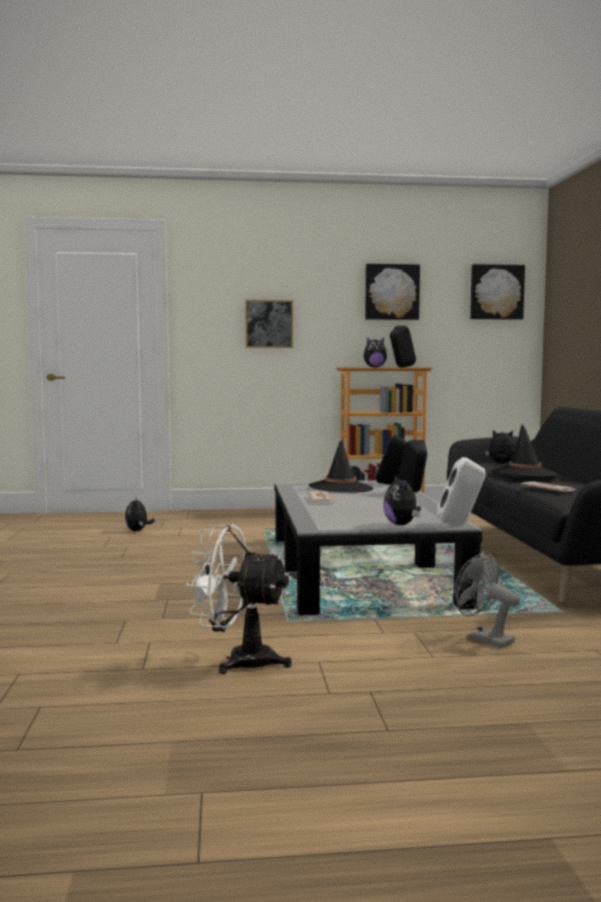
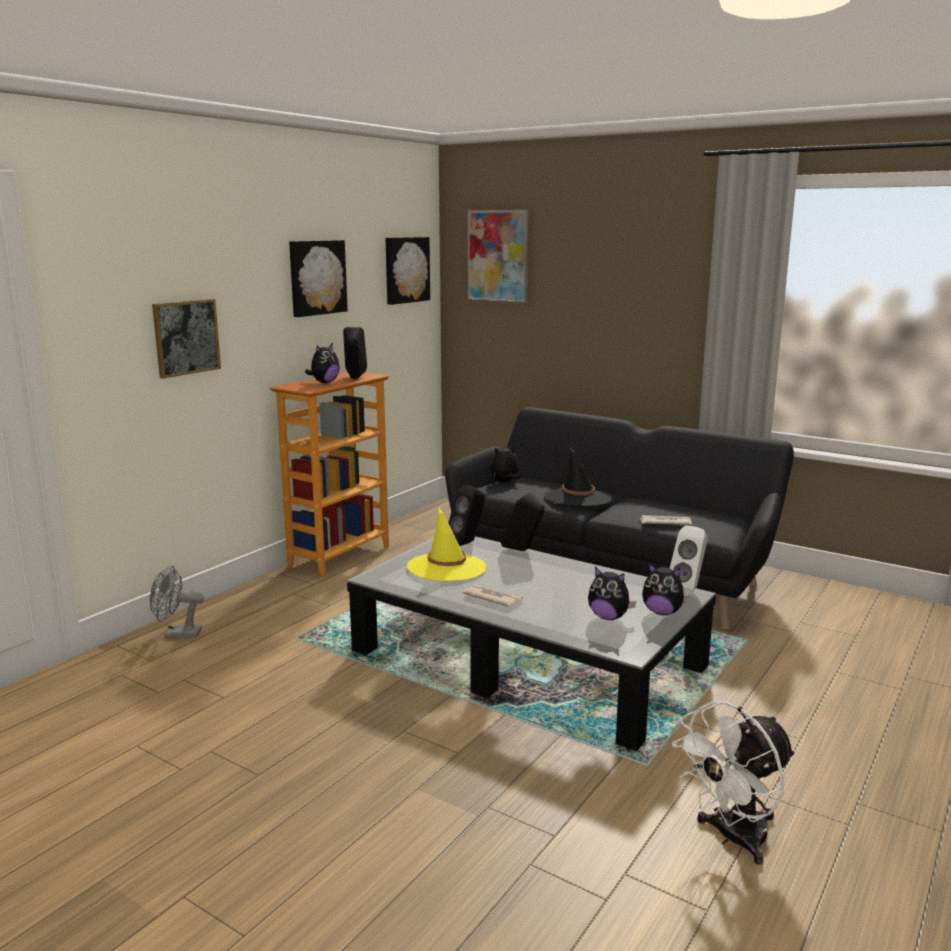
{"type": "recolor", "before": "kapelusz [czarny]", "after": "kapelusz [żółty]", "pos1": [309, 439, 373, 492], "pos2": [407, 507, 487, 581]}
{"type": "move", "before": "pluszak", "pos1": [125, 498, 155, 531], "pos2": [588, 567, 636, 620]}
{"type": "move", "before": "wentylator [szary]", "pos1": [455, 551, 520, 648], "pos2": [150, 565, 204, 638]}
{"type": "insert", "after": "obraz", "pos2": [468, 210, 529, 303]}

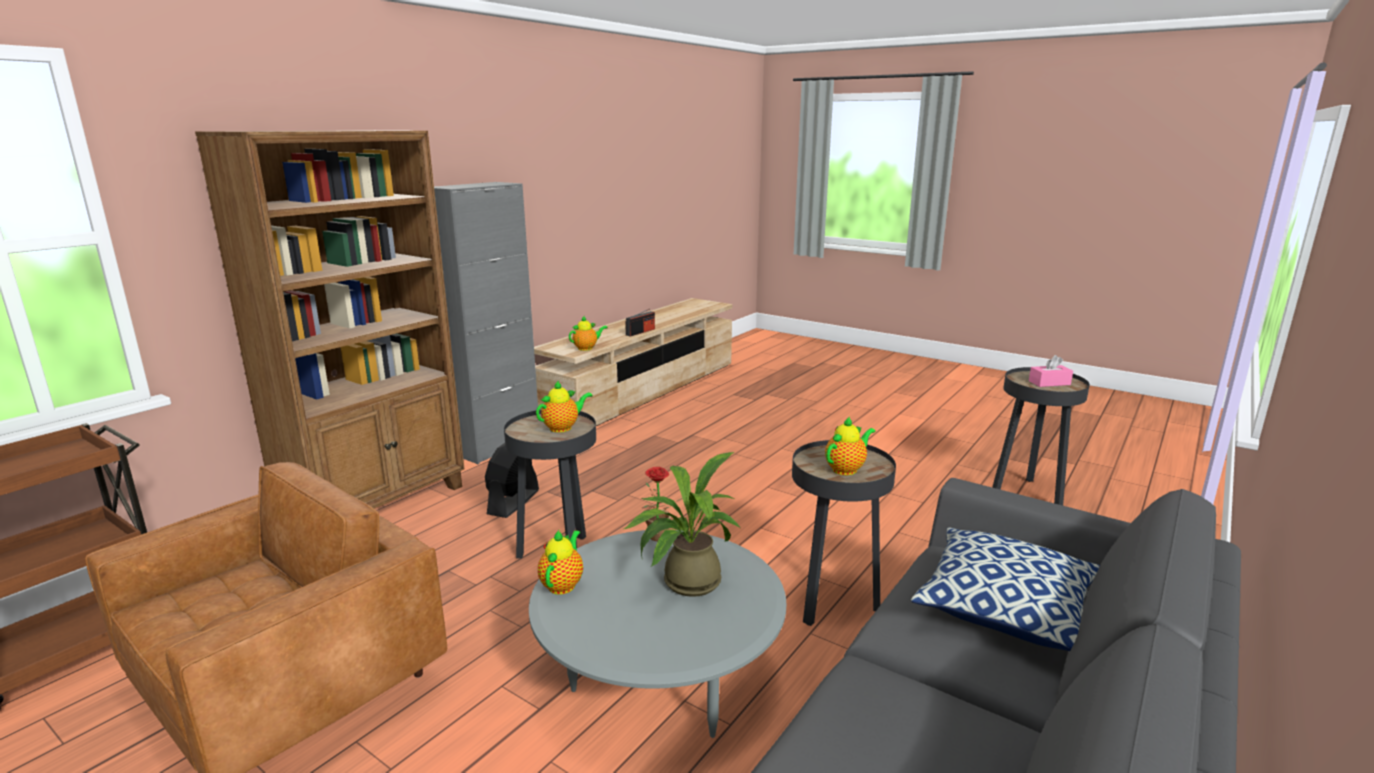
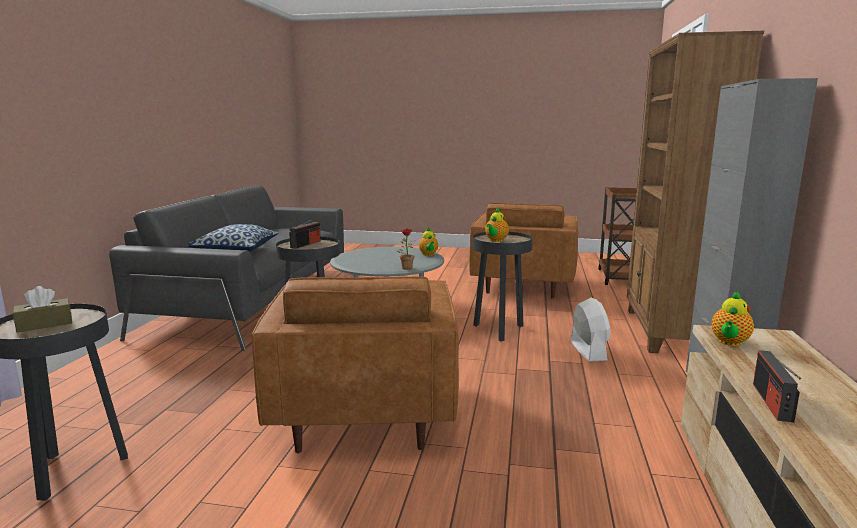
{"type": "recolor", "before": "pudełko chusteczek [różowy]", "after": "pudełko chusteczek [brązowy]", "pos1": [1029, 355, 1073, 387], "pos2": [13, 286, 72, 333]}
{"type": "replace", "before": "imbryk", "after": "radio", "pos1": [825, 417, 876, 475], "pos2": [289, 219, 321, 249]}
{"type": "recolor", "before": "wentylator [czarny]", "after": "wentylator [biały]", "pos1": [485, 443, 539, 518], "pos2": [571, 298, 610, 362]}
{"type": "delete", "before": "roślina doniczkowa", "pos1": [624, 452, 740, 597]}
{"type": "insert", "after": "fotel [brązowy]", "pos2": [252, 276, 459, 453]}

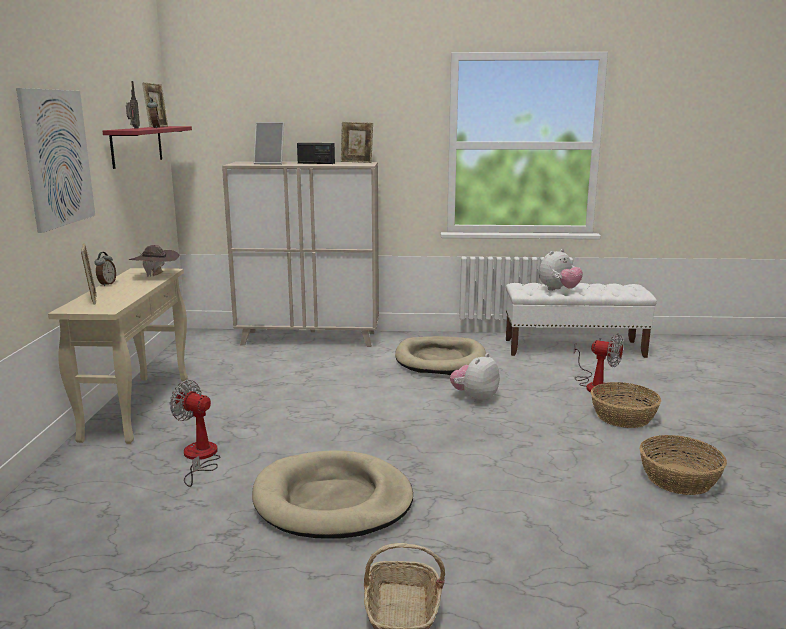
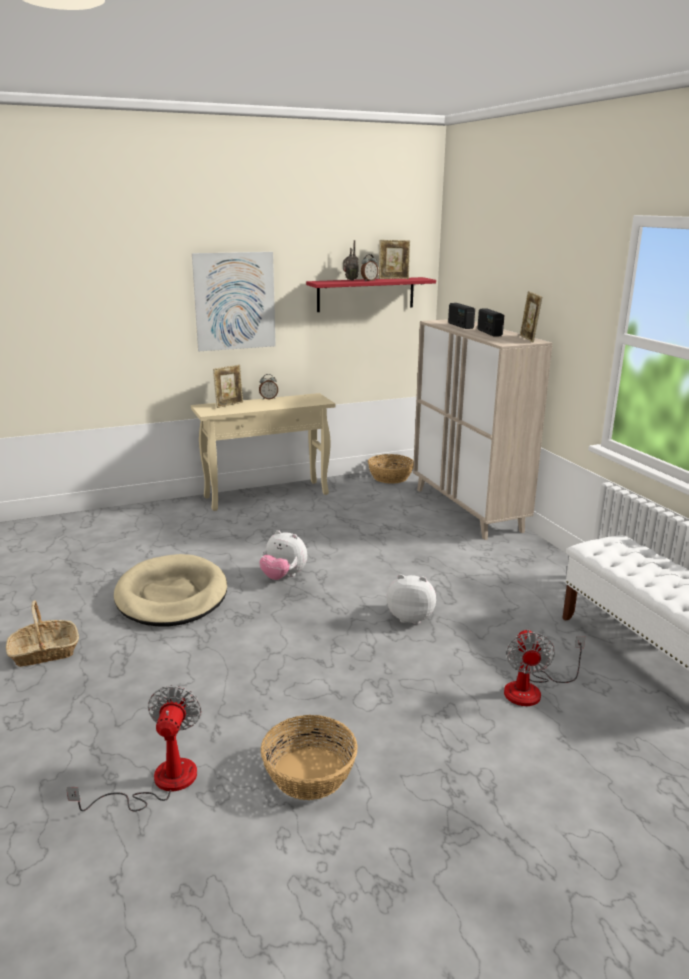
{"type": "replace", "before": "ramka na zdjęcie", "after": "radio", "pos1": [254, 122, 284, 165], "pos2": [448, 303, 475, 329]}
{"type": "delete", "before": "kapelusz [brązowy]", "pos1": [128, 245, 179, 277]}
{"type": "move", "before": "pluszak", "pos1": [539, 249, 583, 291], "pos2": [259, 530, 307, 580]}
{"type": "delete", "before": "legowisko [beżowy]", "pos1": [395, 336, 486, 375]}
{"type": "move", "before": "wentylator", "pos1": [169, 380, 220, 487], "pos2": [66, 685, 202, 811]}
{"type": "move", "before": "koszyk", "pos1": [591, 382, 661, 428], "pos2": [368, 454, 414, 483]}

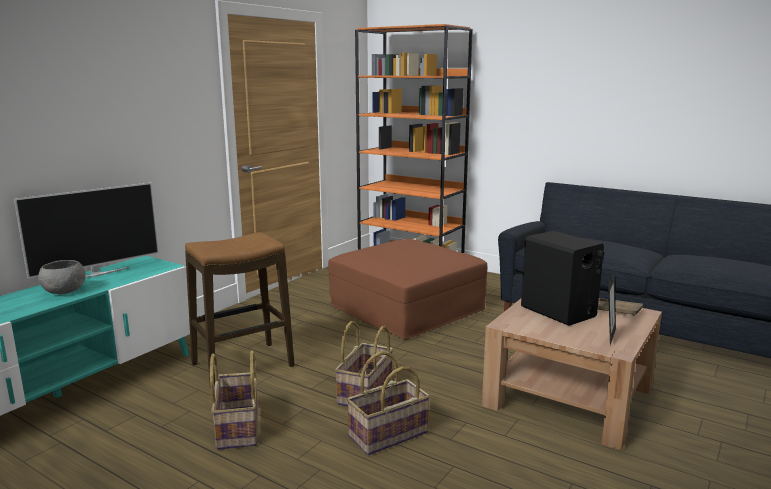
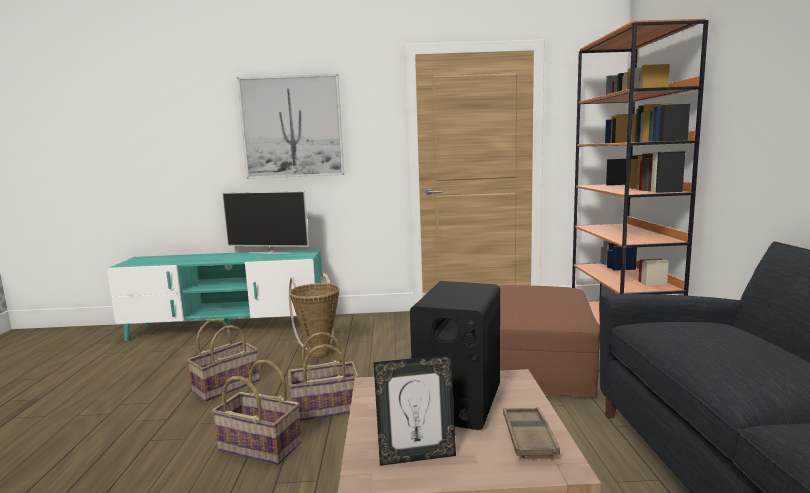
{"type": "replace", "before": "stołek", "after": "koszyk", "pos1": [185, 232, 295, 388], "pos2": [289, 273, 340, 358]}
{"type": "delete", "before": "miska [szary]", "pos1": [38, 260, 86, 294]}
{"type": "insert", "after": "obraz", "pos2": [237, 74, 344, 179]}

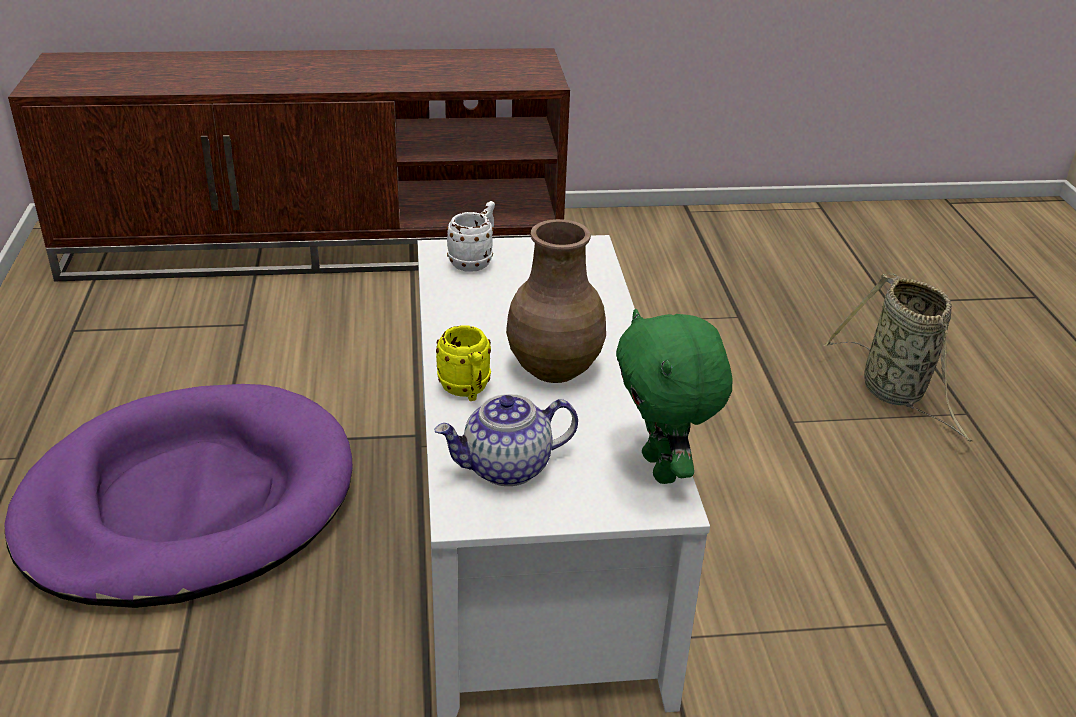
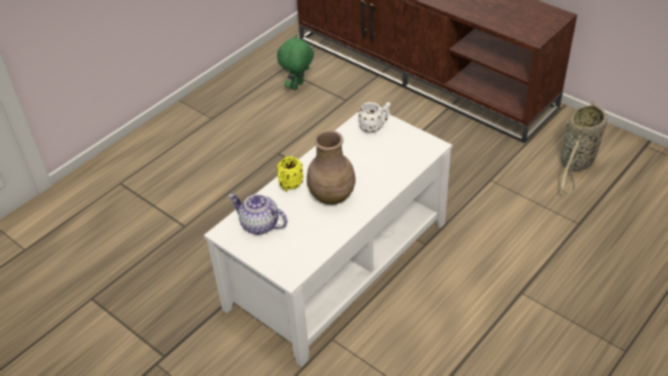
{"type": "move", "before": "koszyk", "pos1": [823, 273, 972, 442], "pos2": [560, 100, 607, 195]}
{"type": "move", "before": "pluszak [zielony]", "pos1": [616, 309, 733, 484], "pos2": [277, 34, 314, 90]}
{"type": "delete", "before": "legowisko [fioletowy]", "pos1": [5, 384, 353, 608]}

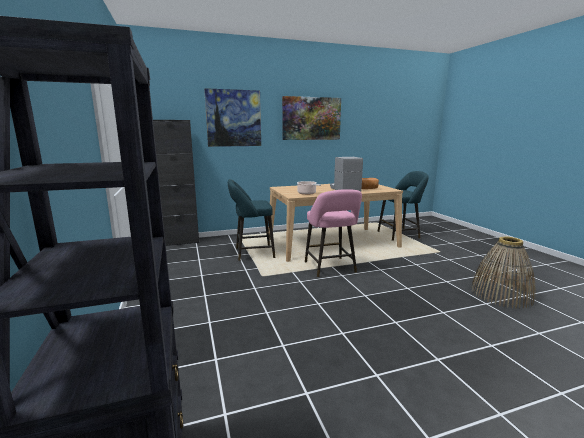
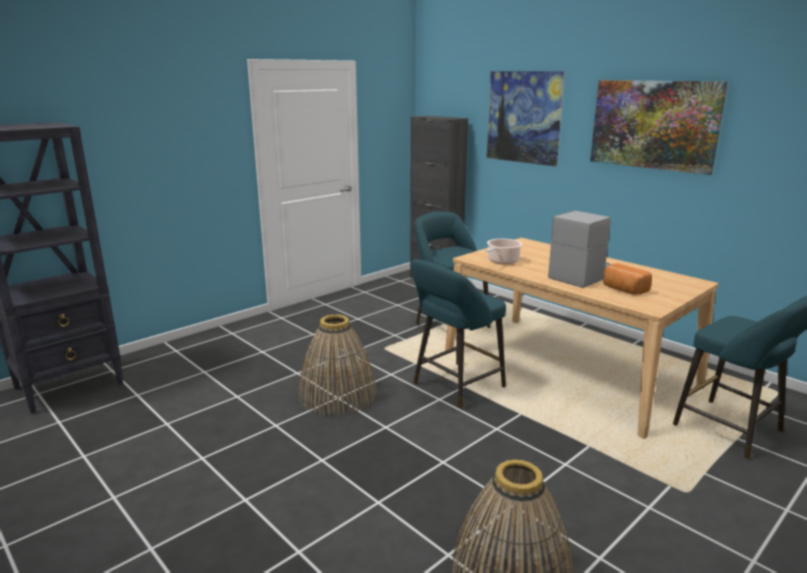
{"type": "recolor", "before": "stołek [różowy]", "after": "stołek [turkusowy]", "pos1": [305, 189, 362, 277], "pos2": [411, 259, 506, 409]}
{"type": "insert", "after": "koszyk", "pos2": [299, 314, 376, 416]}

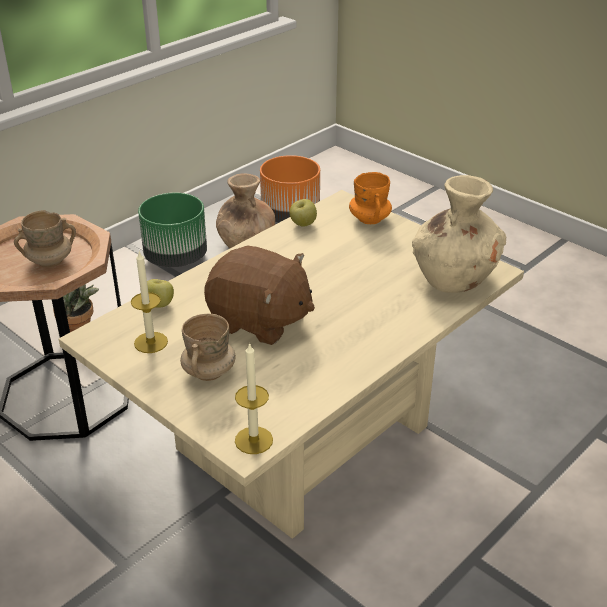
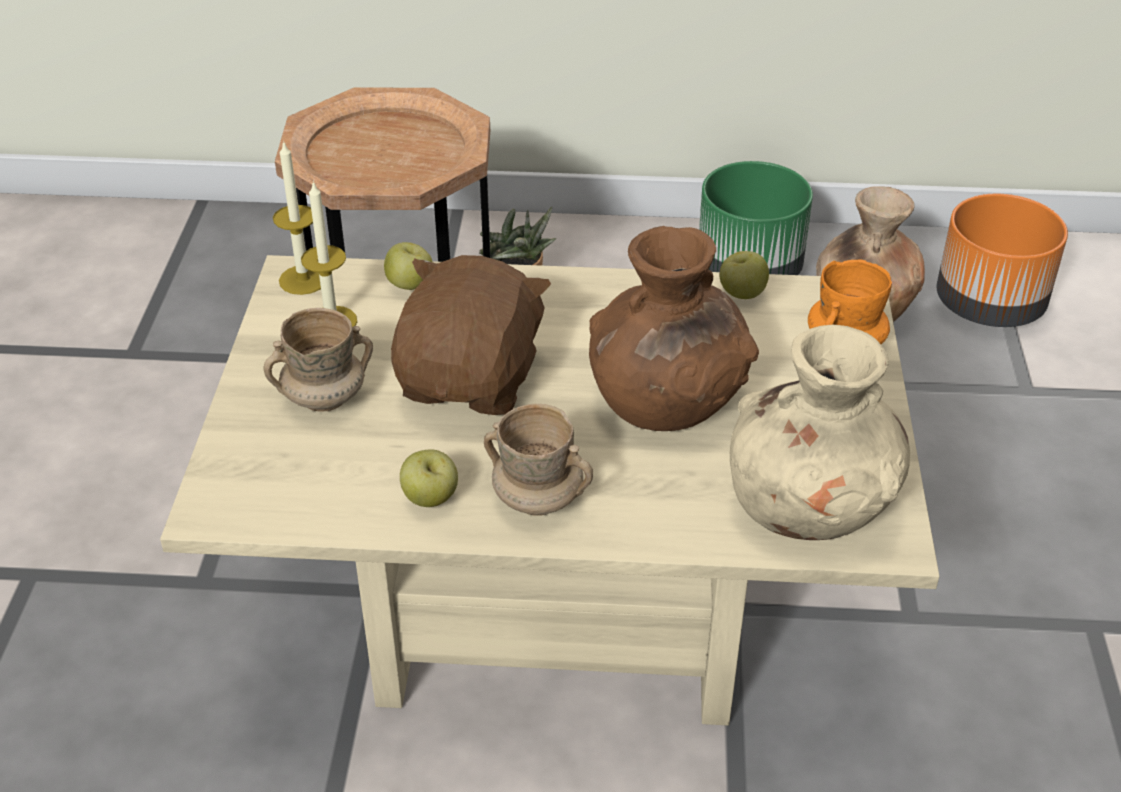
{"type": "move", "before": "kubek [beżowy]", "pos1": [14, 210, 76, 268], "pos2": [484, 404, 593, 516]}
{"type": "rotate", "before": "pluszak [brązowy]", "pos1": [204, 245, 315, 345], "pos2": [391, 255, 551, 415], "turn": -150}
{"type": "move", "before": "świeca", "pos1": [235, 342, 273, 454], "pos2": [273, 140, 321, 295]}
{"type": "insert", "after": "wazon [brązowy]", "pos2": [589, 226, 759, 431]}
{"type": "insert", "after": "jabłko", "pos2": [400, 449, 458, 507]}

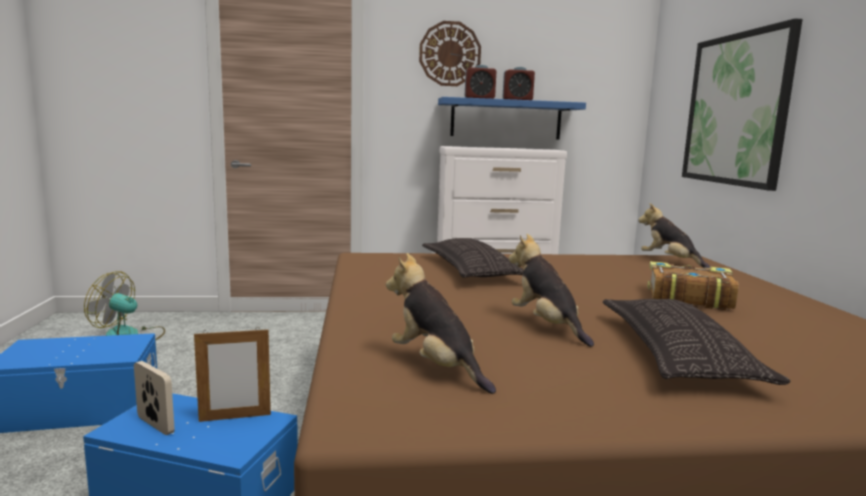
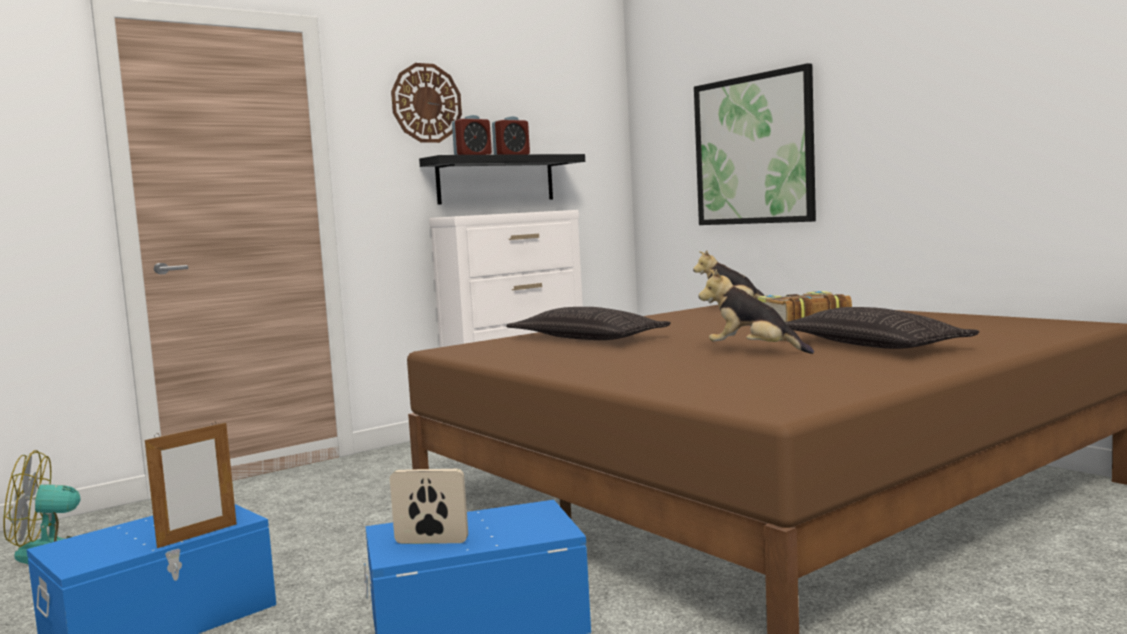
{"type": "recolor", "before": "półka [niebieski]", "after": "półka [czarny]", "pos1": [438, 97, 586, 139], "pos2": [419, 154, 585, 205]}
{"type": "delete", "before": "pluszak", "pos1": [386, 253, 496, 394]}
{"type": "move", "before": "ramka na zdjęcie", "pos1": [194, 327, 271, 422], "pos2": [145, 421, 237, 548]}

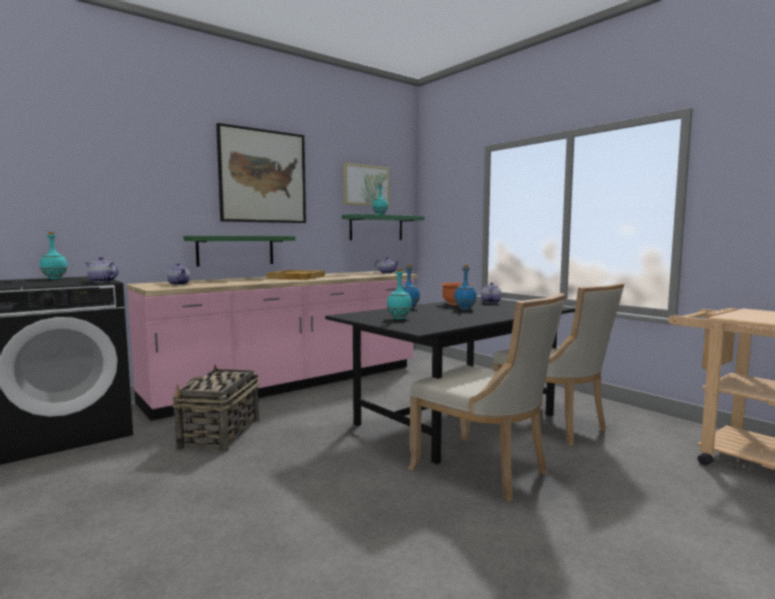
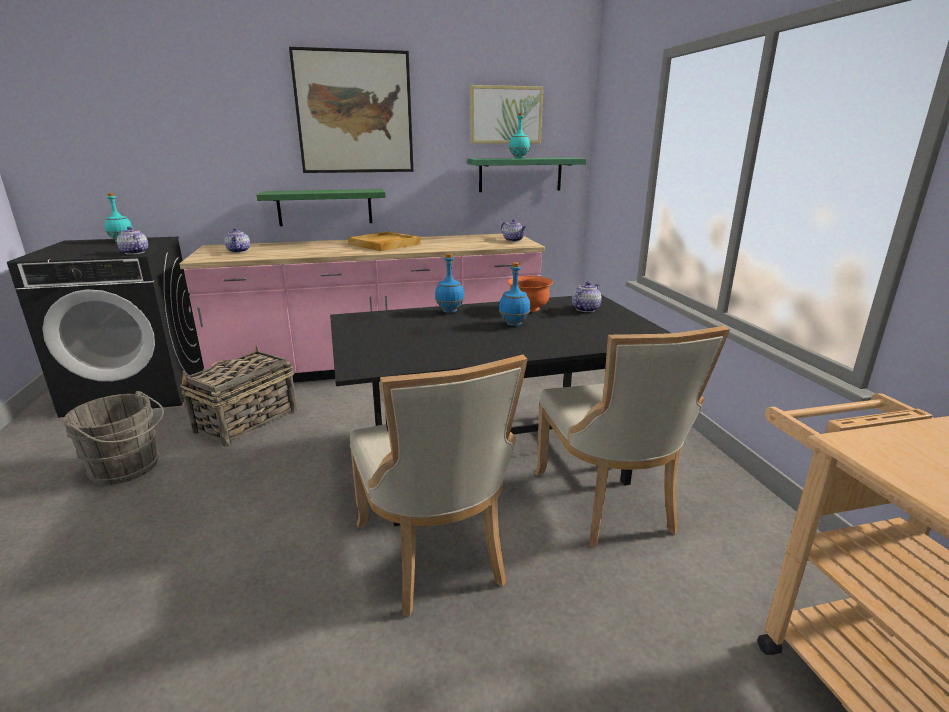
{"type": "delete", "before": "butelka [turkusowy]", "pos1": [387, 269, 412, 319]}
{"type": "insert", "after": "wiadro [szary]", "pos2": [63, 391, 164, 485]}

